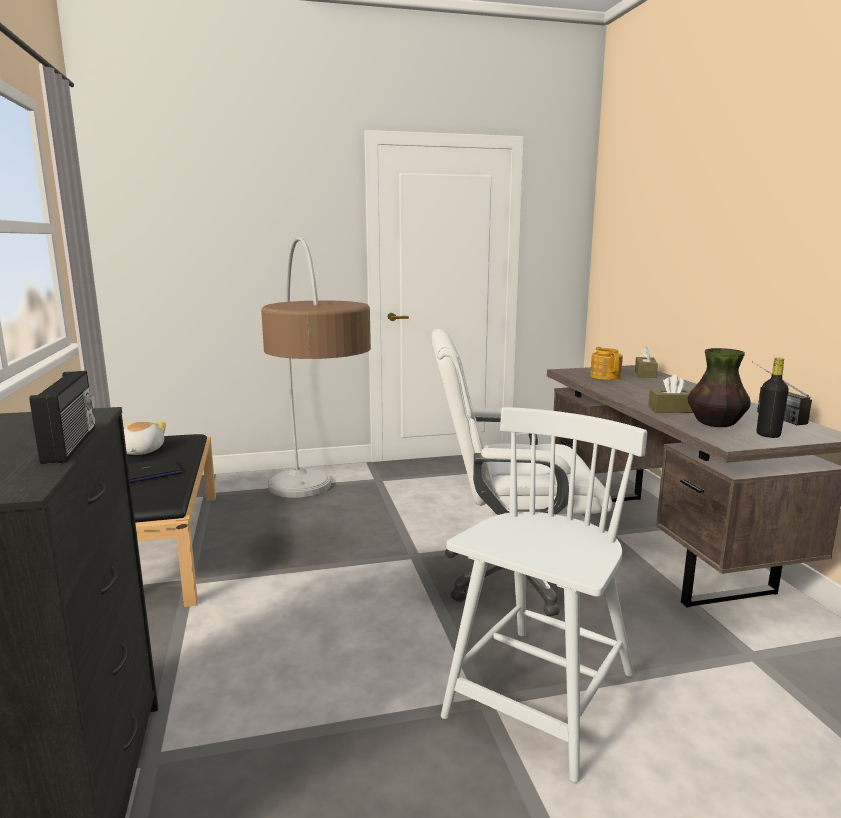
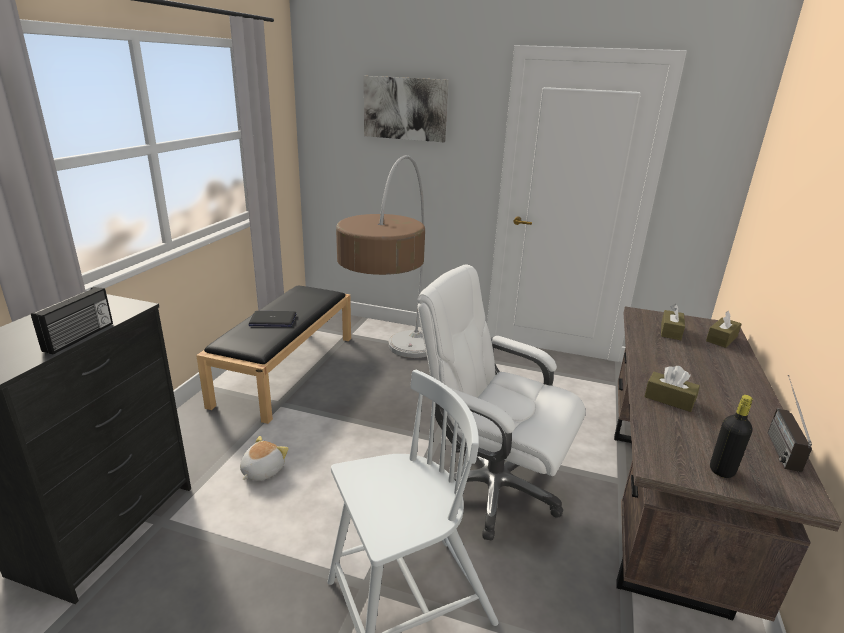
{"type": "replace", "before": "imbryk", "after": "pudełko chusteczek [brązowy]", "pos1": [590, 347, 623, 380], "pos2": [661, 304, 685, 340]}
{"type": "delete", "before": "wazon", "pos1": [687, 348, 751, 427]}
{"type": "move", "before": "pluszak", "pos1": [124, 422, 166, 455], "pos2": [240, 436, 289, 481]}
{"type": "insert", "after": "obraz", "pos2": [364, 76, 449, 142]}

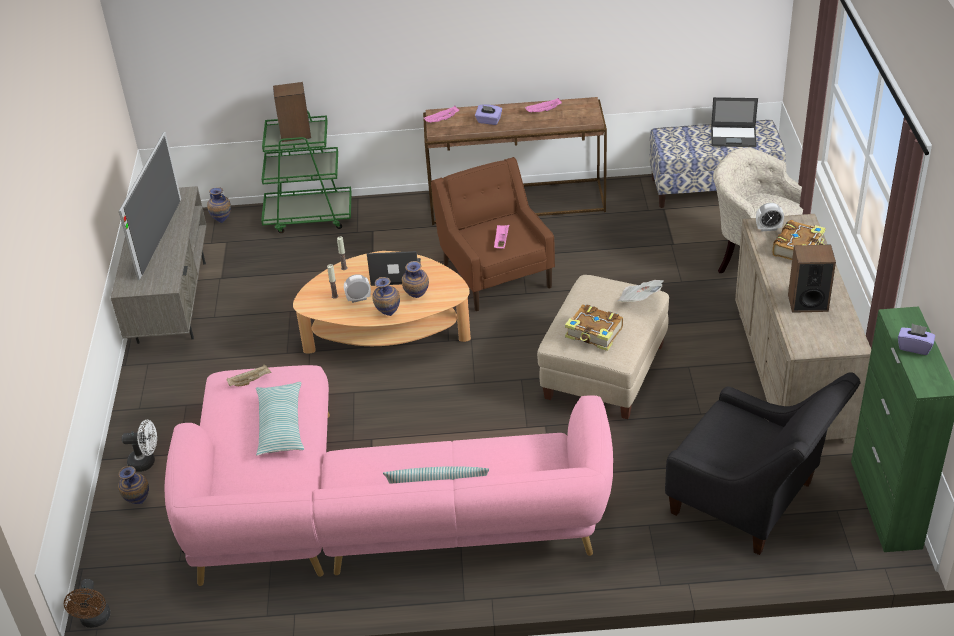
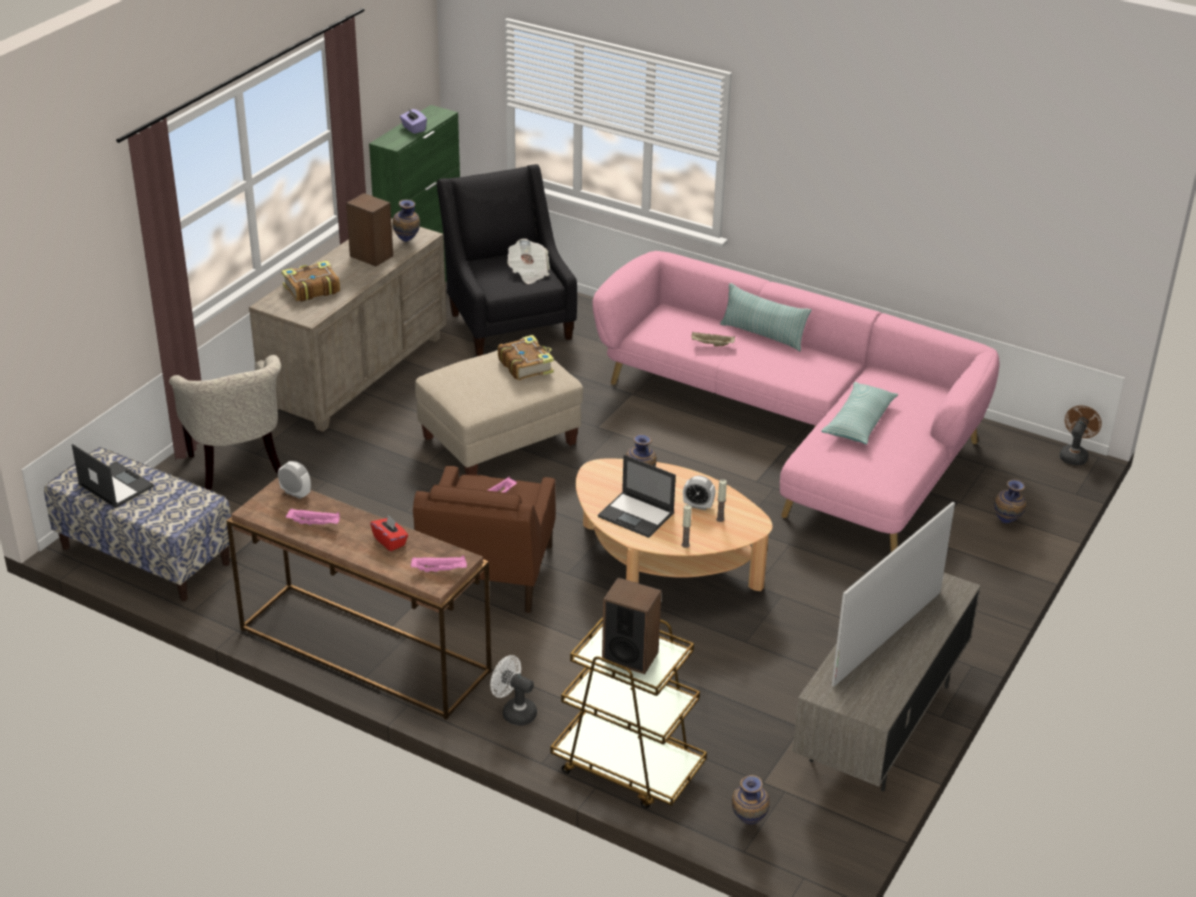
{"type": "recolor", "before": "pudełko chusteczek [fioletowy]", "after": "pudełko chusteczek [czerwony]", "pos1": [475, 104, 502, 125], "pos2": [370, 514, 408, 551]}
{"type": "recolor", "before": "wózek [zielony]", "after": "wózek [brązowy]", "pos1": [261, 111, 352, 233], "pos2": [550, 617, 707, 808]}
{"type": "move", "before": "budzik", "pos1": [756, 203, 784, 231], "pos2": [278, 461, 311, 499]}
{"type": "move", "before": "wazon", "pos1": [373, 277, 400, 316], "pos2": [392, 200, 420, 242]}
{"type": "move", "before": "gazeta", "pos1": [617, 280, 664, 302], "pos2": [507, 239, 550, 284]}
{"type": "move", "before": "taca [beżowy]", "pos1": [227, 364, 271, 386], "pos2": [692, 332, 735, 346]}
{"type": "move", "before": "wentylator [biały]", "pos1": [122, 420, 157, 472], "pos2": [490, 655, 537, 726]}

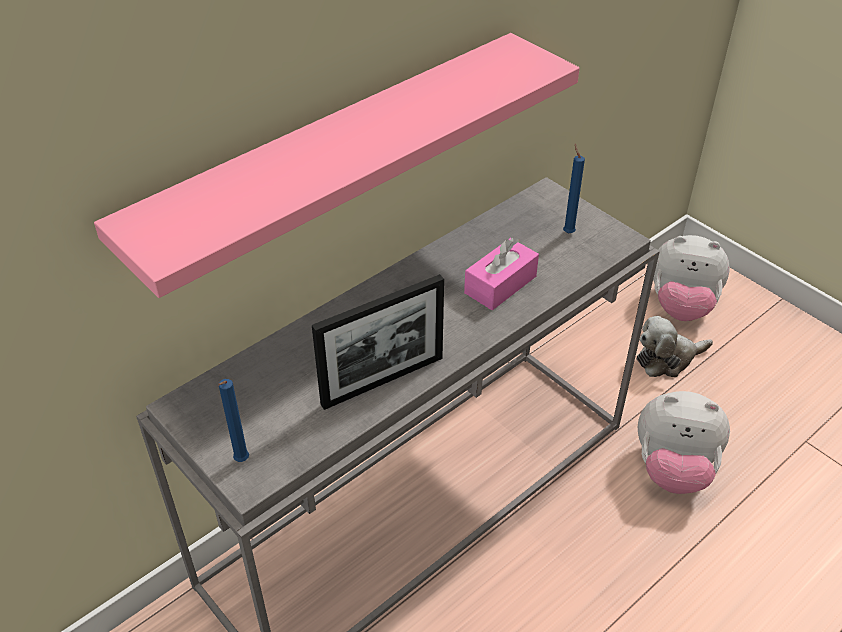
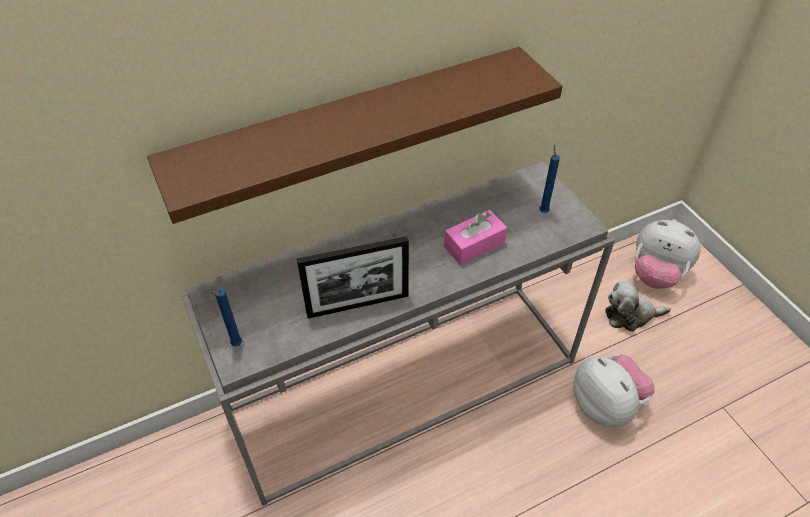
{"type": "recolor", "before": "półka [różowy]", "after": "półka [brązowy]", "pos1": [94, 33, 580, 298], "pos2": [147, 47, 563, 224]}
{"type": "rotate", "before": "pluszak", "pos1": [638, 391, 730, 494], "pos2": [573, 355, 655, 427], "turn": -150}

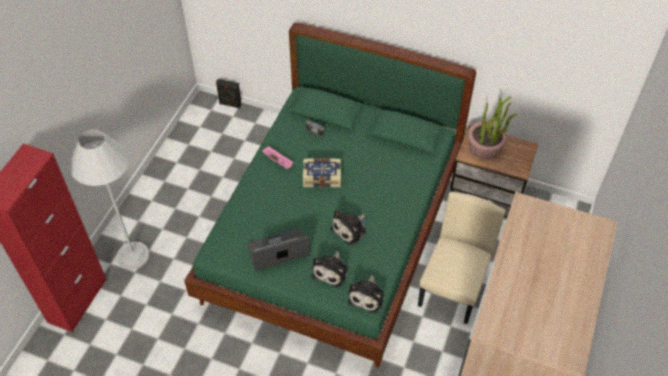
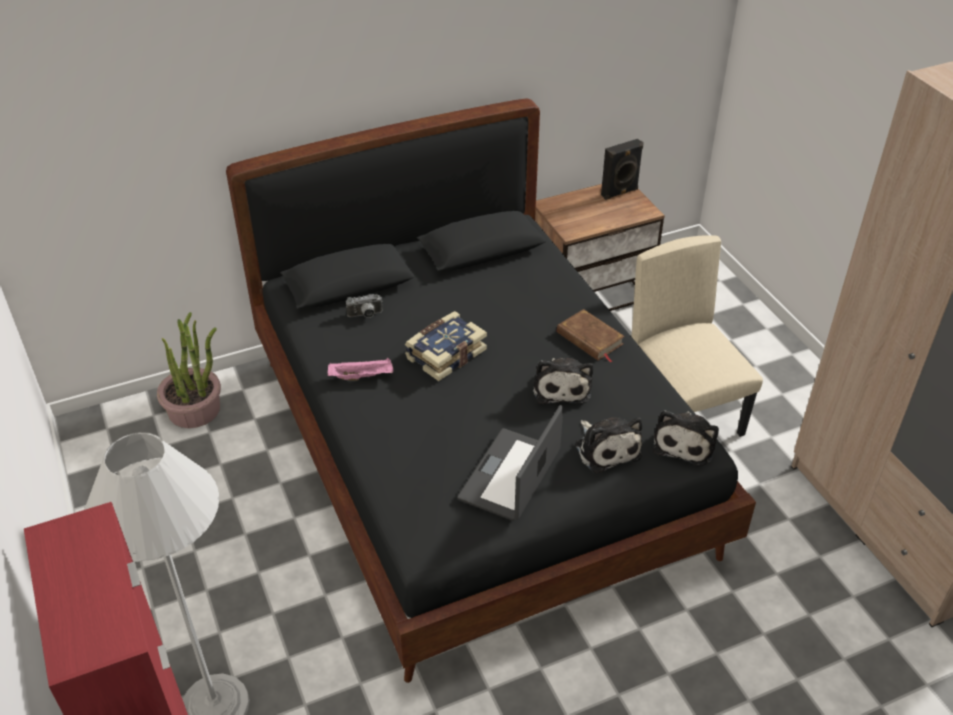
{"type": "recolor", "before": "łóżko [zielony]", "after": "łóżko [czarny]", "pos1": [184, 22, 476, 368], "pos2": [226, 98, 756, 683]}
{"type": "move", "before": "głośnik [czarny]", "pos1": [216, 79, 242, 109], "pos2": [601, 139, 644, 200]}
{"type": "move", "before": "roślina doniczkowa", "pos1": [468, 97, 517, 159], "pos2": [157, 312, 221, 428]}
{"type": "rotate", "before": "pluszak", "pos1": [348, 275, 384, 313], "pos2": [653, 410, 719, 466], "turn": 45}
{"type": "insert", "after": "książka [brązowy]", "pos2": [557, 309, 625, 363]}

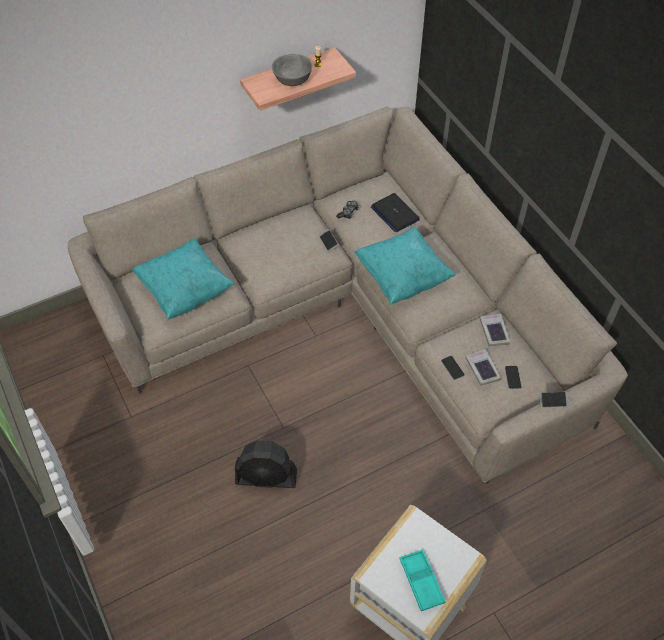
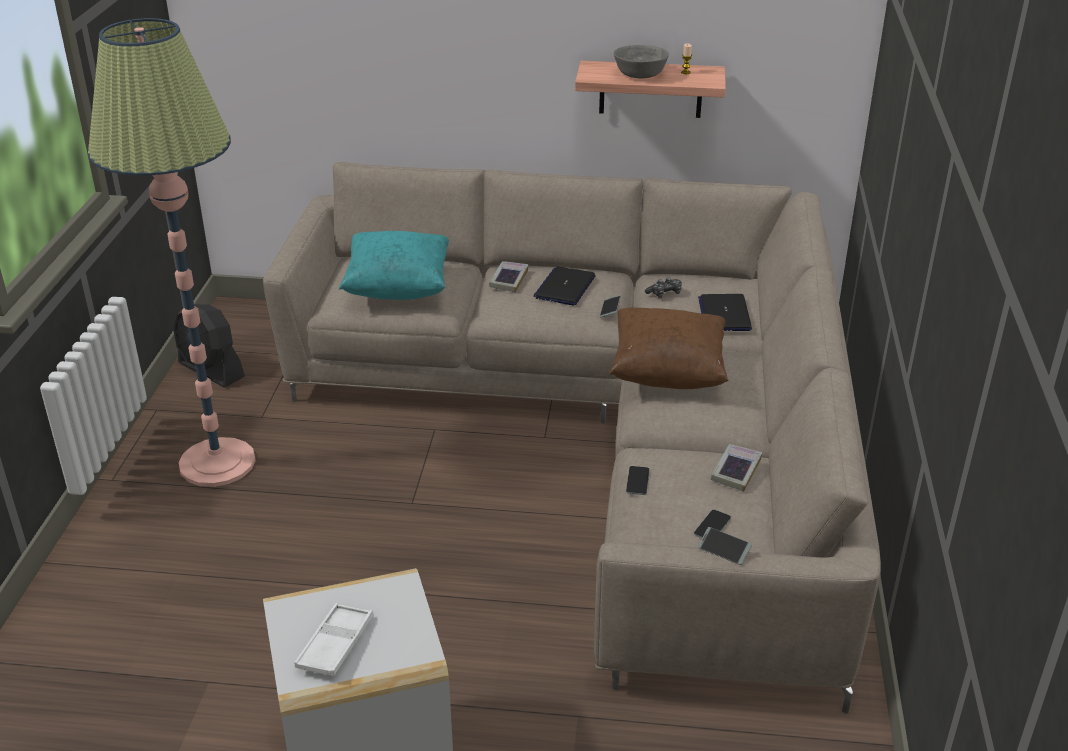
{"type": "recolor", "before": "poduszka [turkusowy]", "after": "poduszka [brązowy]", "pos1": [354, 227, 456, 305], "pos2": [609, 307, 728, 389]}
{"type": "move", "before": "książka", "pos1": [465, 349, 501, 386], "pos2": [489, 261, 528, 293]}
{"type": "move", "before": "wentylator [czarny]", "pos1": [235, 440, 297, 488], "pos2": [173, 304, 245, 388]}
{"type": "recolor", "before": "taca [turkusowy]", "after": "taca [biały]", "pos1": [399, 549, 445, 611], "pos2": [294, 603, 374, 676]}
{"type": "insert", "after": "lampa stojąca", "pos2": [88, 18, 256, 487]}
{"type": "insert", "after": "laptop", "pos2": [533, 267, 596, 305]}

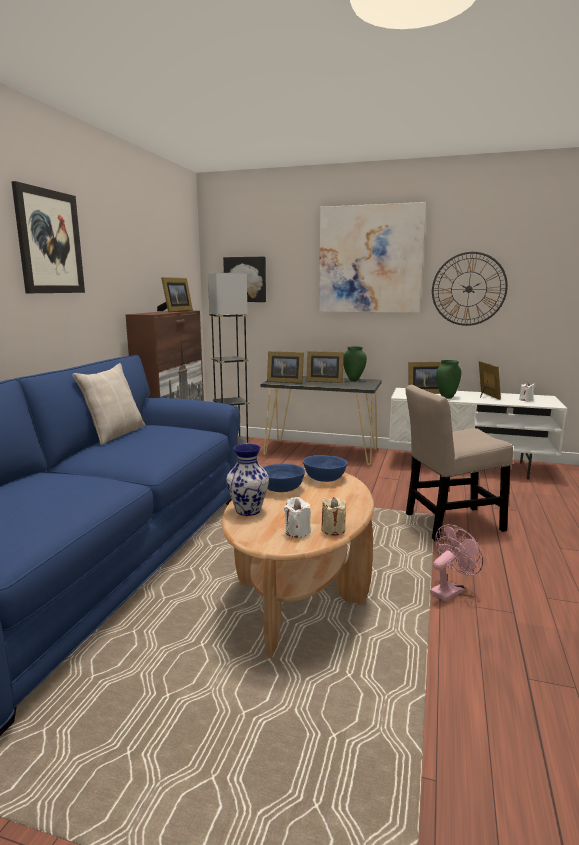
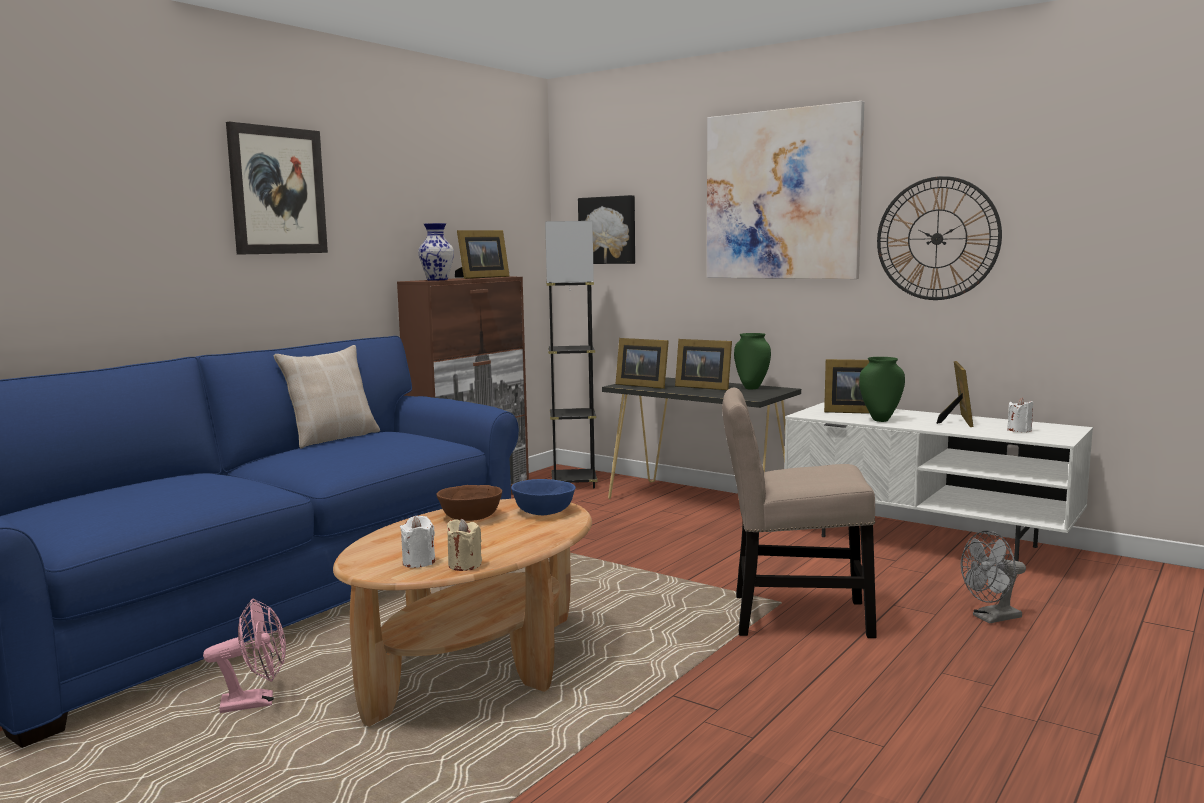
{"type": "move", "before": "wazon", "pos1": [226, 444, 269, 516], "pos2": [418, 223, 454, 280]}
{"type": "recolor", "before": "miska [niebieski]", "after": "miska [brązowy]", "pos1": [262, 464, 305, 492], "pos2": [437, 485, 502, 521]}
{"type": "move", "before": "wentylator [różowy]", "pos1": [430, 524, 483, 602], "pos2": [203, 598, 286, 713]}
{"type": "insert", "after": "wentylator [szary]", "pos2": [960, 531, 1026, 624]}

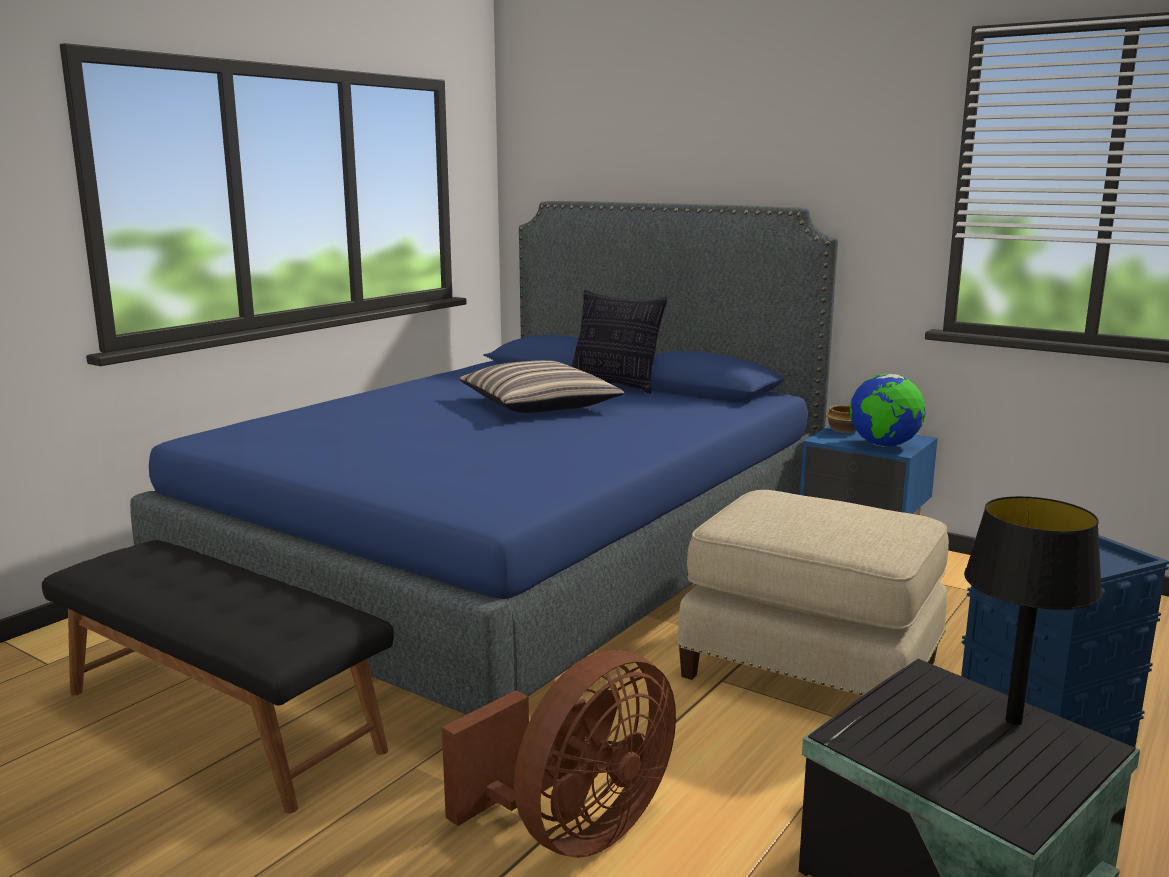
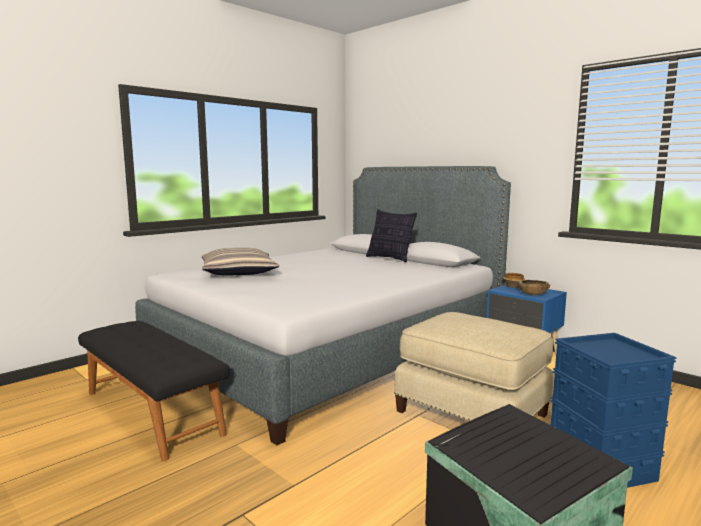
{"type": "recolor", "before": "łóżko [niebieski]", "after": "łóżko [szary]", "pos1": [130, 201, 838, 715], "pos2": [135, 166, 511, 445]}
{"type": "move", "before": "poduszka", "pos1": [459, 360, 624, 413], "pos2": [202, 248, 279, 276]}
{"type": "replace", "before": "globus", "after": "miska [brązowy]", "pos1": [850, 374, 926, 447], "pos2": [518, 280, 550, 295]}
{"type": "delete", "before": "lampa stołowa [czarny]", "pos1": [964, 496, 1103, 725]}
{"type": "delete", "before": "wentylator [brązowy]", "pos1": [442, 650, 676, 858]}

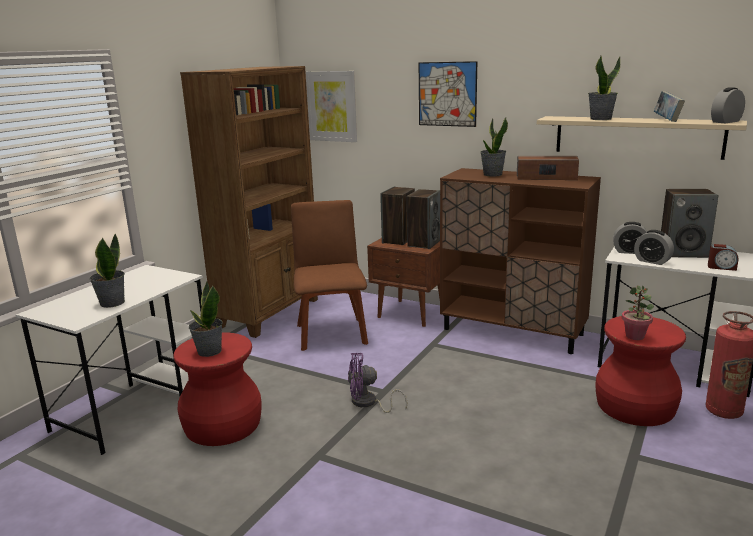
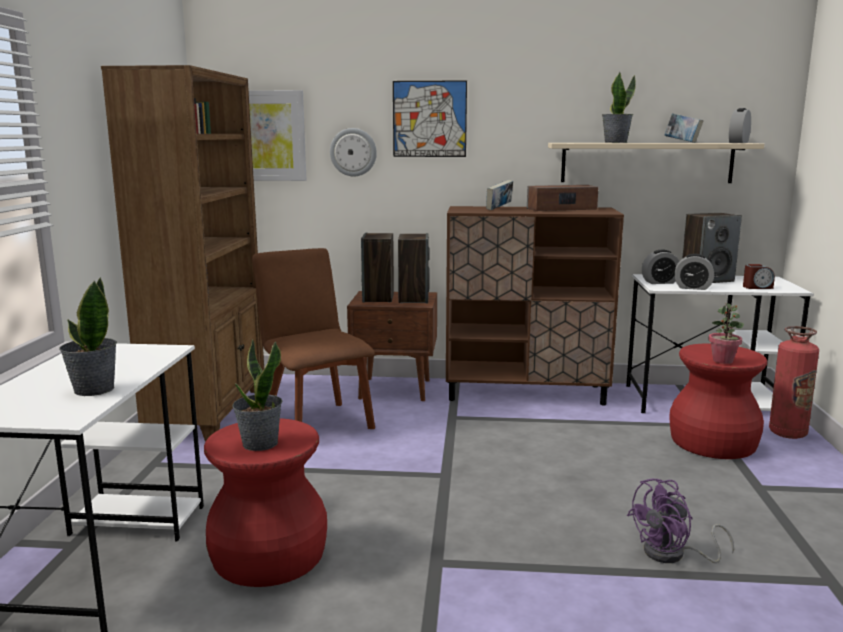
{"type": "replace", "before": "roślina doniczkowa", "after": "książka", "pos1": [480, 118, 508, 176], "pos2": [486, 180, 513, 210]}
{"type": "move", "before": "wentylator [fioletowy]", "pos1": [348, 353, 407, 413], "pos2": [627, 478, 734, 563]}
{"type": "insert", "after": "zegar ścienny", "pos2": [330, 128, 377, 176]}

